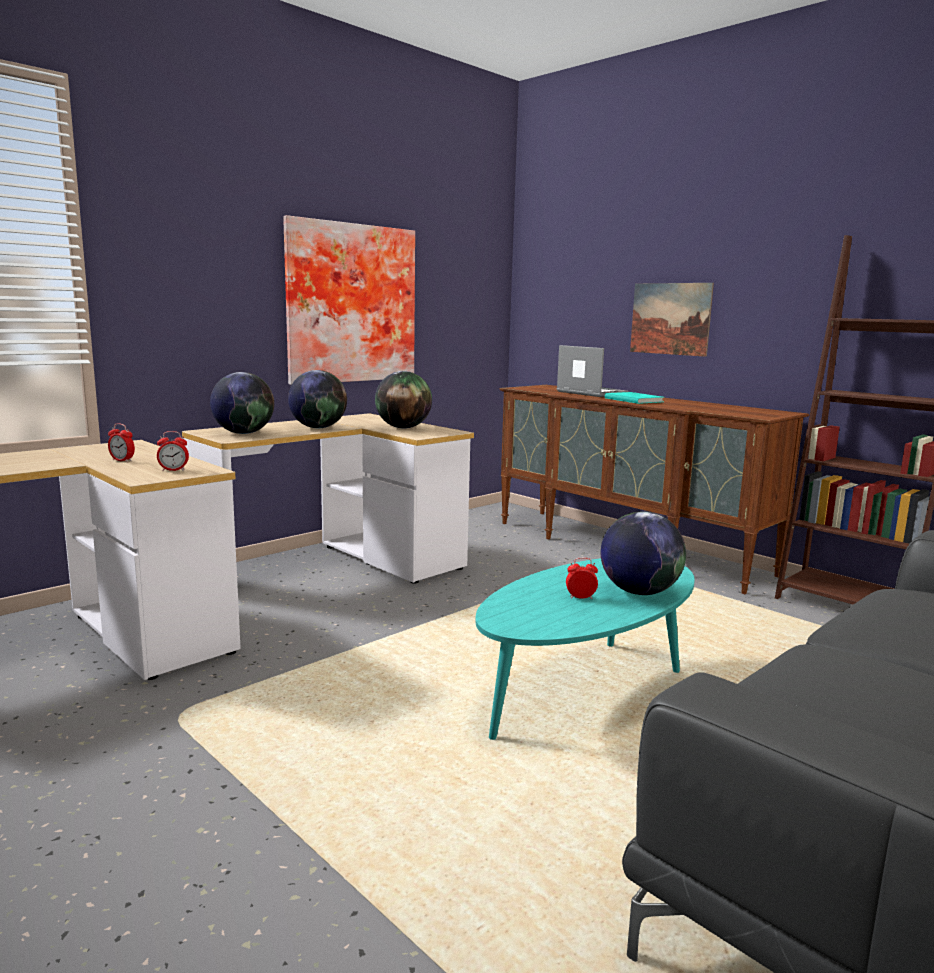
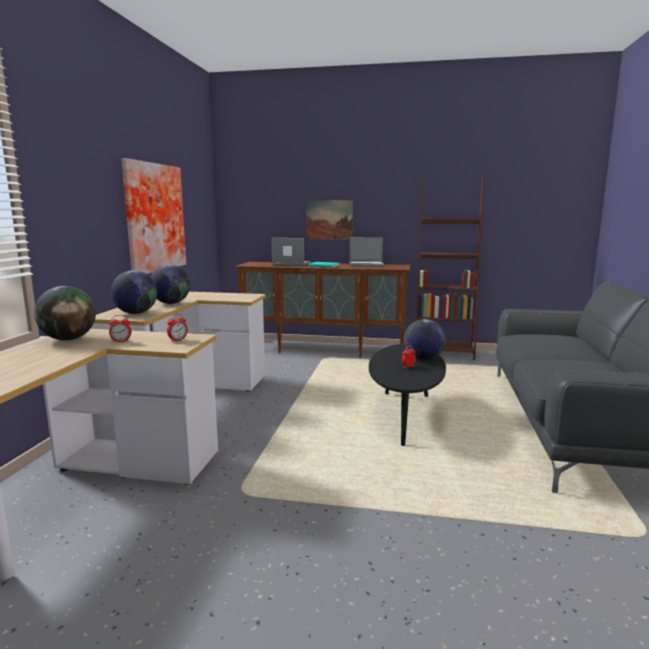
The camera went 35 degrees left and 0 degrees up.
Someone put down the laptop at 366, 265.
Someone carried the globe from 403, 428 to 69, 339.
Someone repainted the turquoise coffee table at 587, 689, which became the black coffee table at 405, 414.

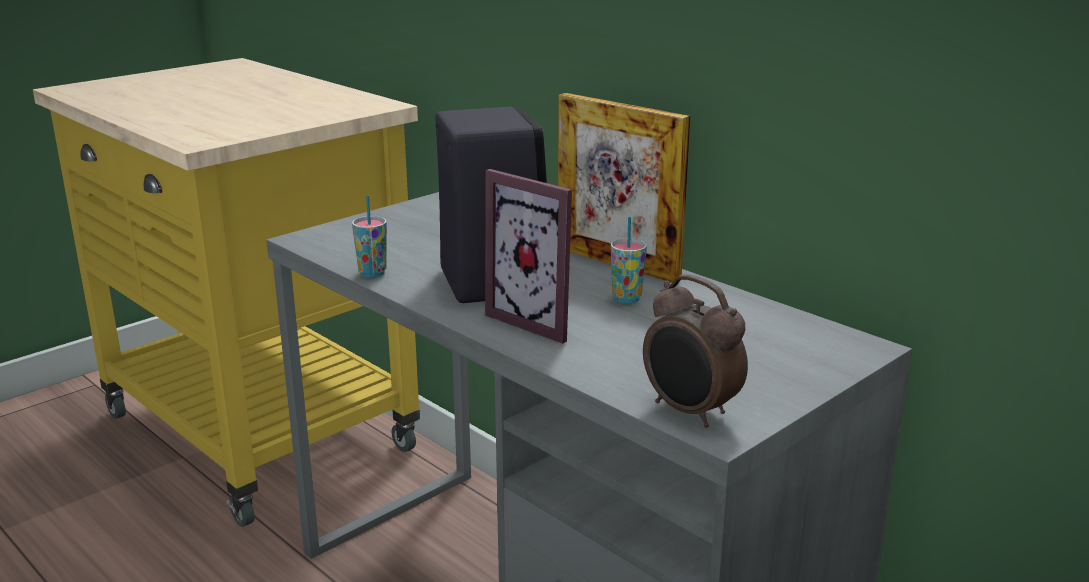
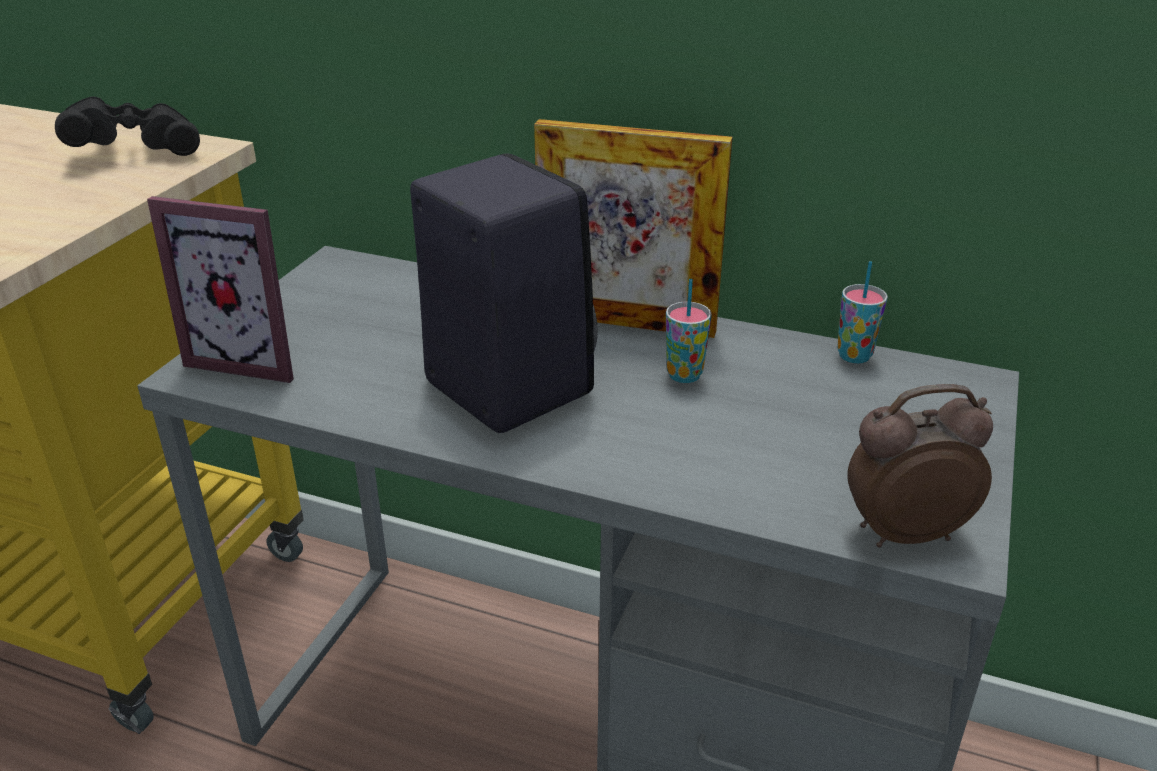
The camera went 25 degrees left and 10 degrees up.
Someone put down the black binoculars at 135, 152.
Someone carried the cup from 372, 273 to 854, 356.
Someone carried the picture frame from 542, 319 to 253, 357.
Someone rotated the alarm clock at 689, 412 by 150 degrees clockwise.

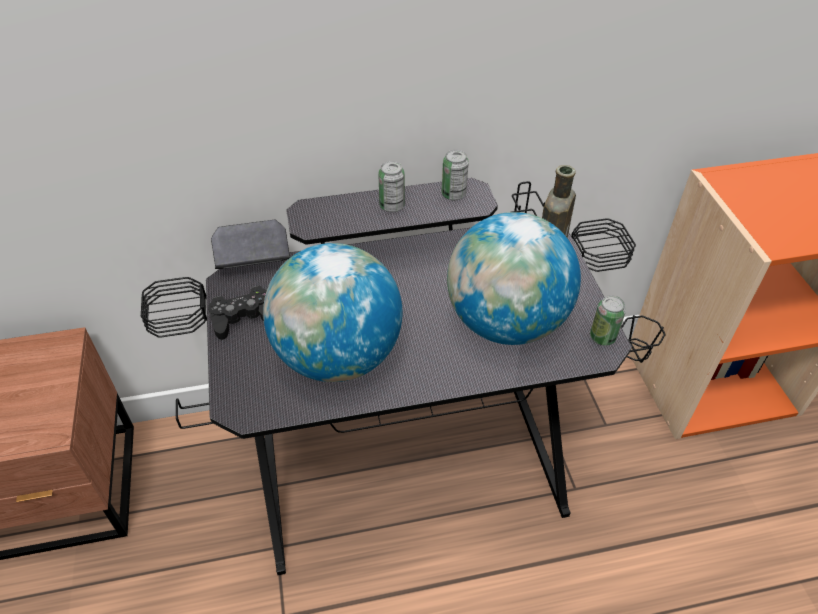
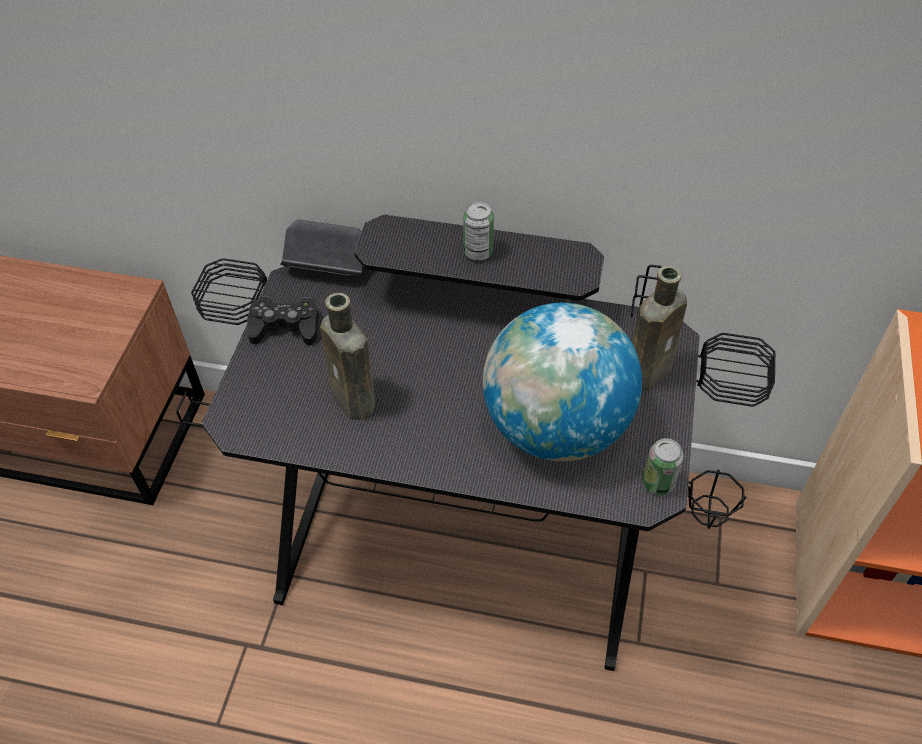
The camera went 25 degrees right and 5 degrees up.
Someone took away the can at 453, 194.
Someone swapped the globe at 338, 356 for the brown bottle at 356, 402.

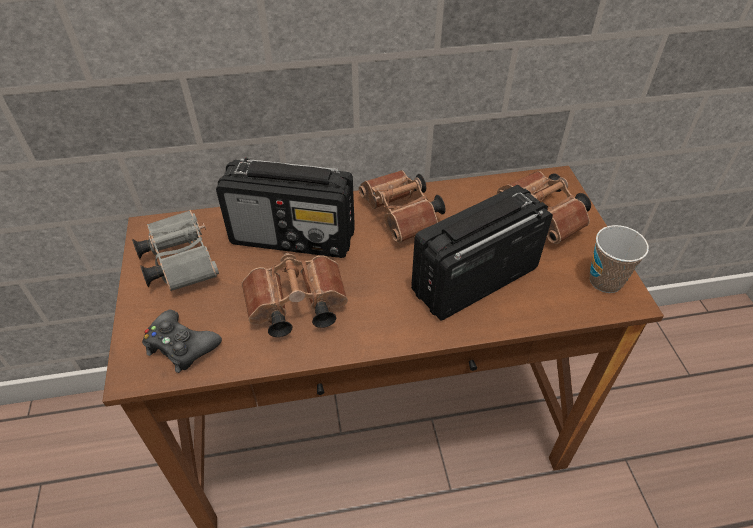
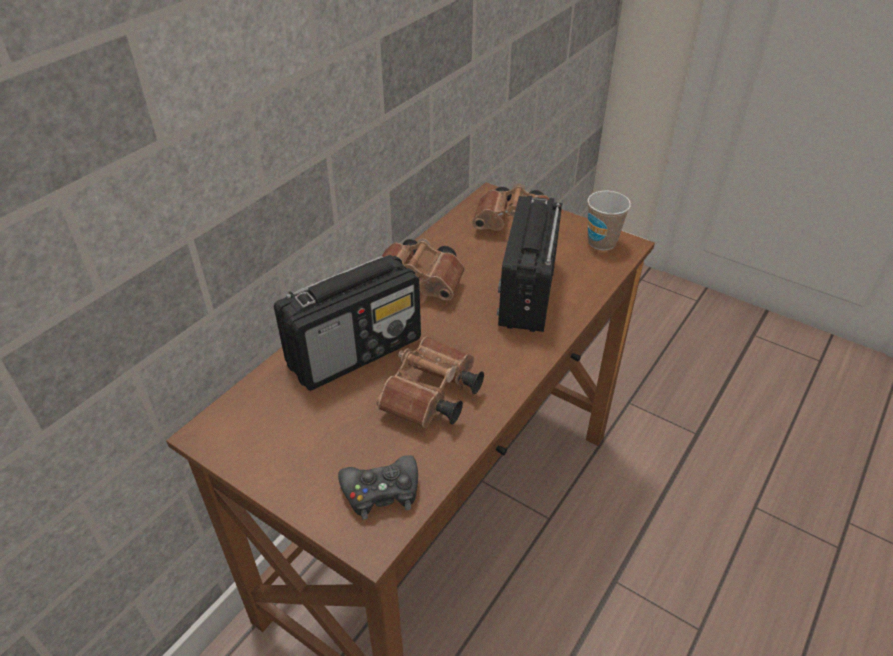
The camera went 45 degrees left and 5 degrees down.
Someone took away the grey binoculars at 180, 261.

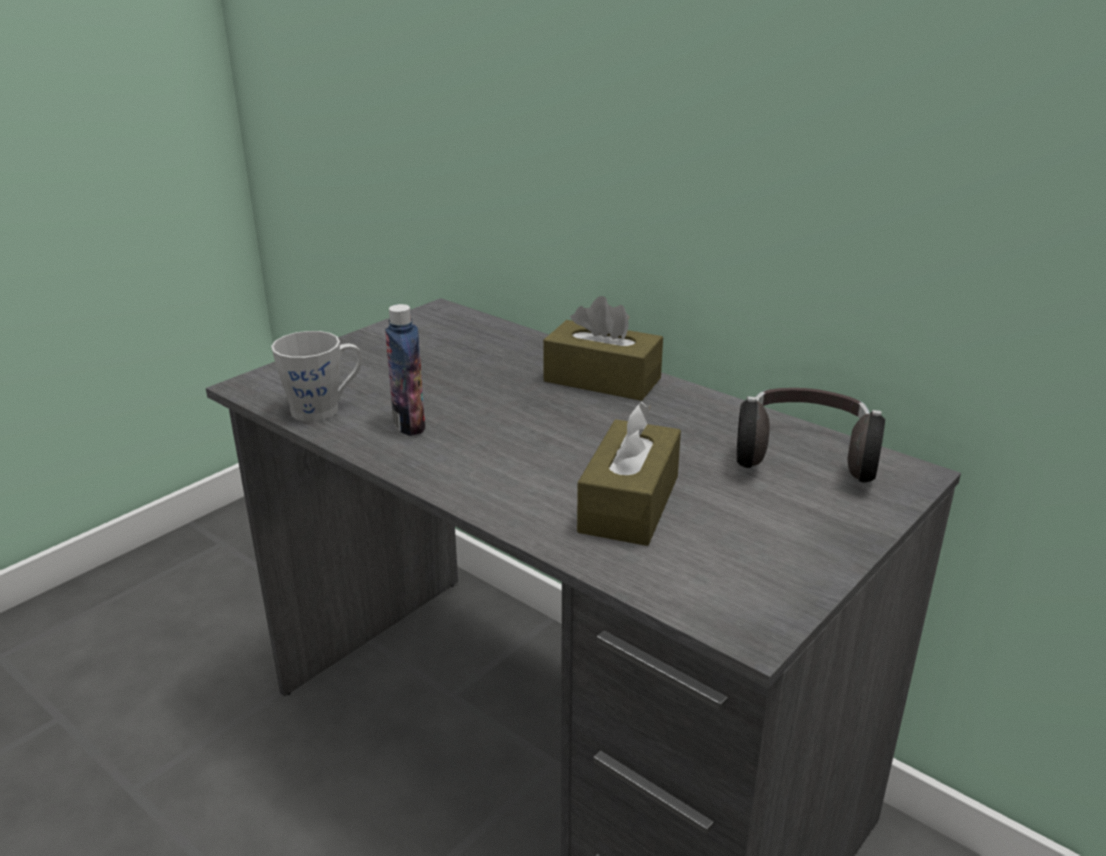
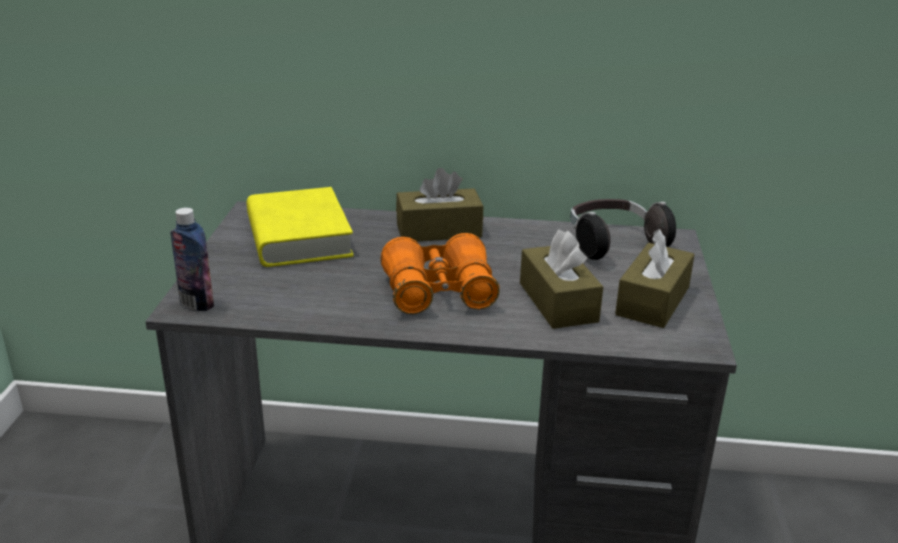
The camera went 35 degrees left and 0 degrees up.
Someone took away the grey mug at 324, 409.
Someone put down the yellow book at 298, 237.
Someone put down the orange binoculars at 439, 292.
Someone put down the brown tissue box at 653, 301.
Someone carried the bottle from 409, 425 to 197, 304.

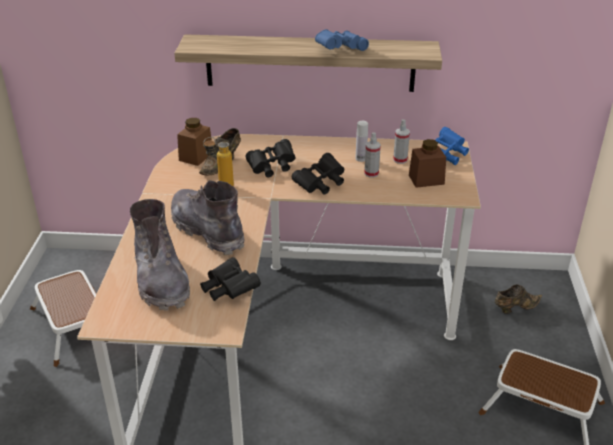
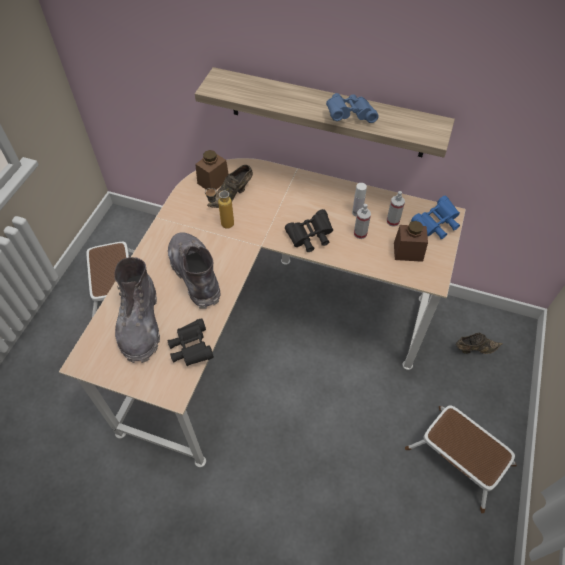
The camera went 15 degrees right and 20 degrees up.
Someone took away the black binoculars at 272, 167.

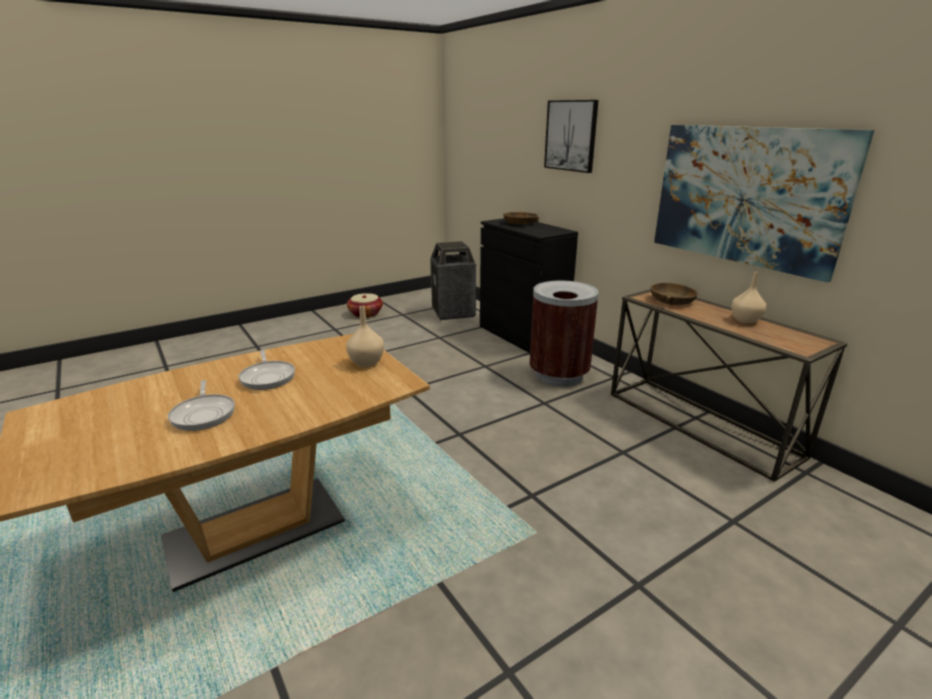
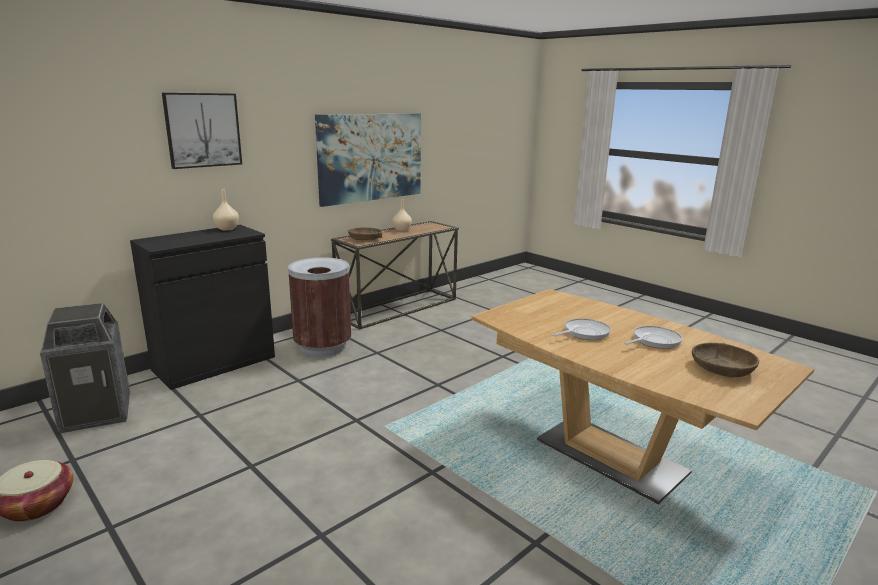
The camera went 100 degrees left and 5 degrees down.
Someone carried the beige vase from 365, 363 to 227, 229.
Someone carried the brown bowl from 520, 223 to 721, 368.

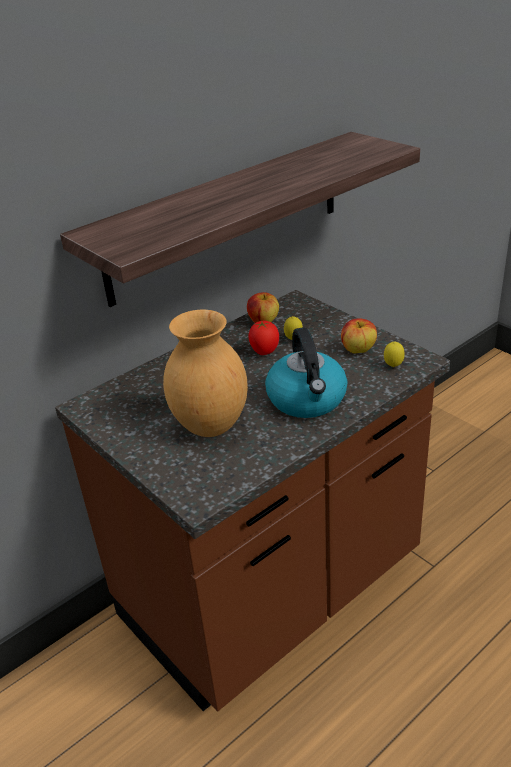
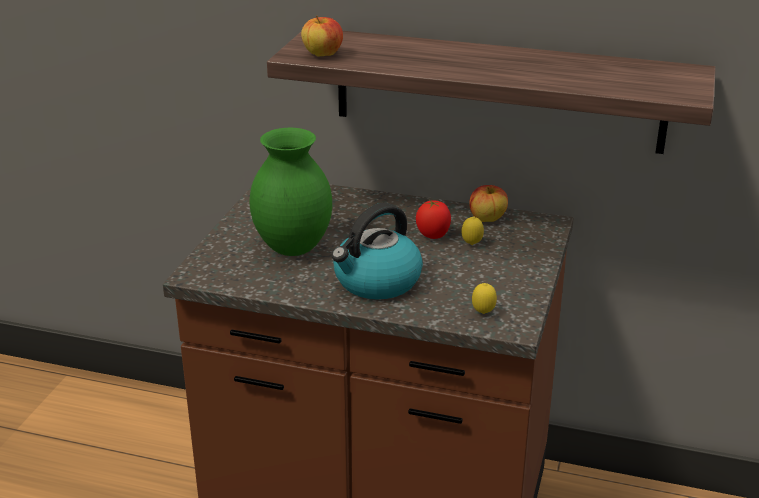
The camera went 55 degrees right and 5 degrees down.
Someone carried the apple from 358, 350 to 322, 55.
Someone repainted the brown vase at 209, 426, which became the green vase at 293, 247.

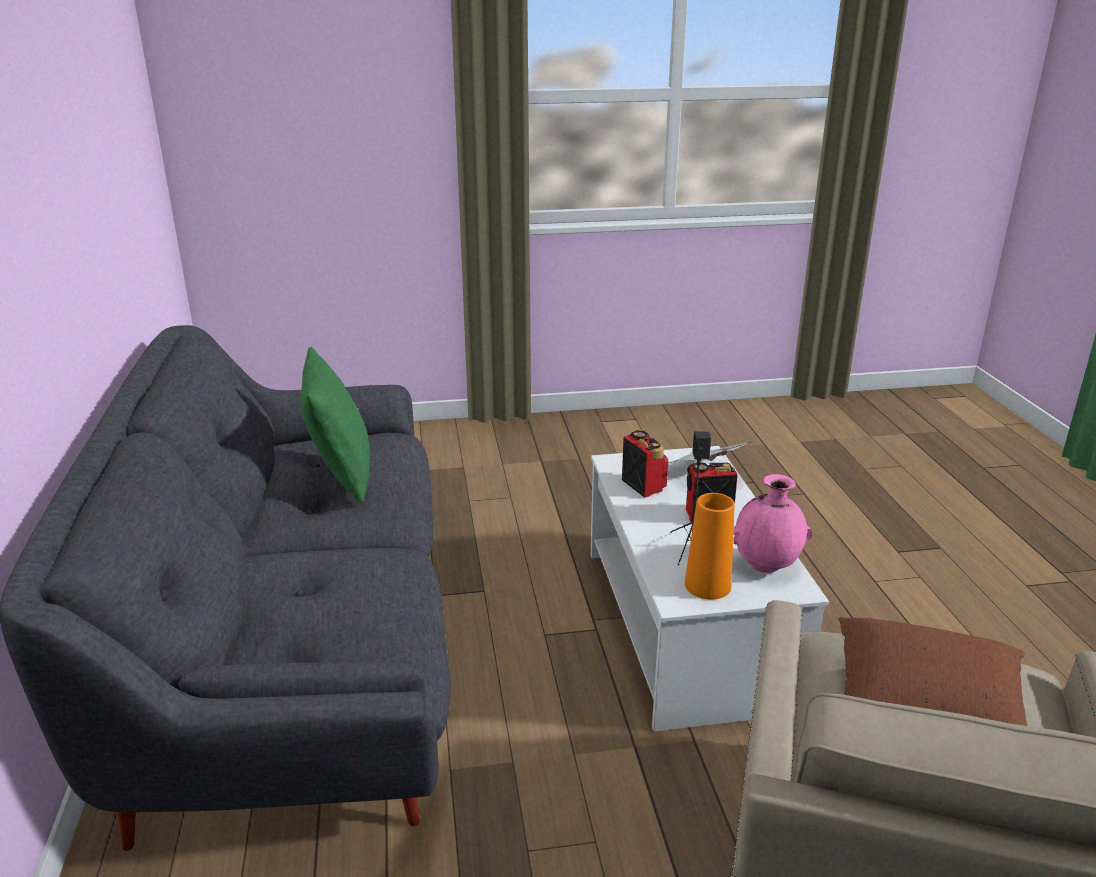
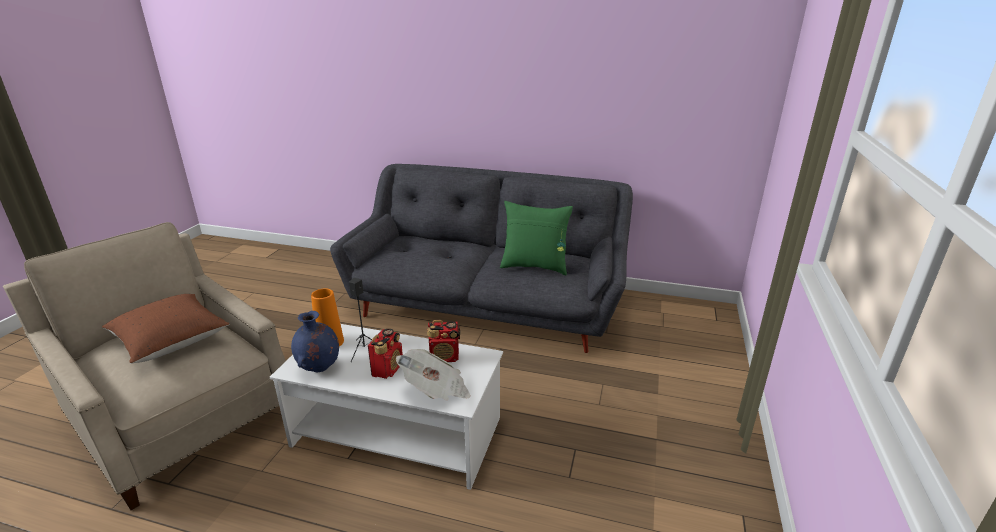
The camera went 115 degrees right and 0 degrees up.
Someone repainted the pink vase at 766, 566, which became the blue vase at 319, 368.

